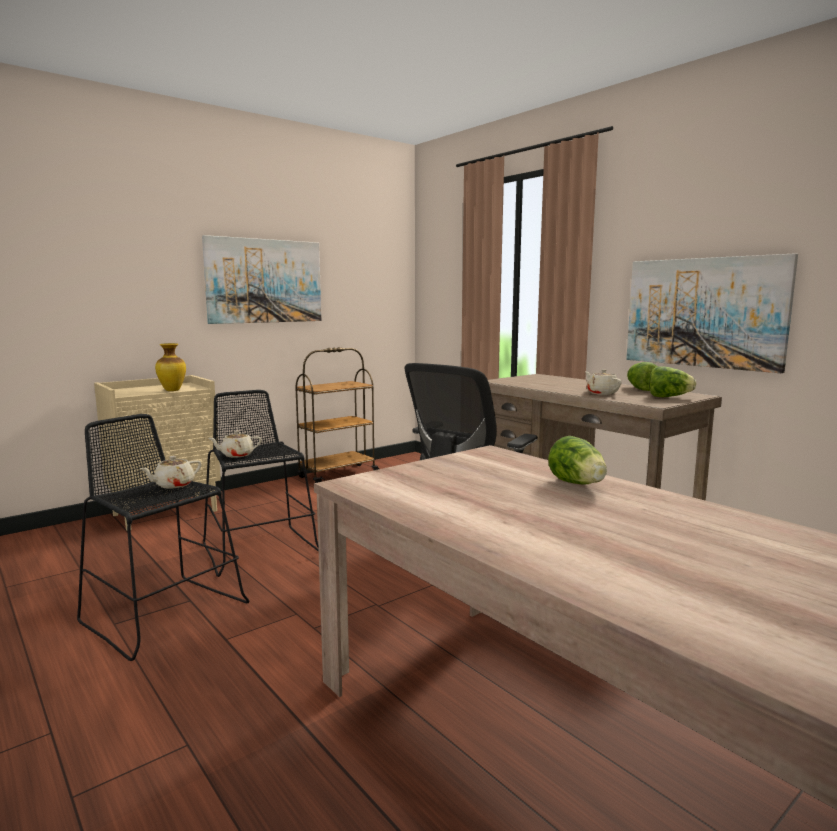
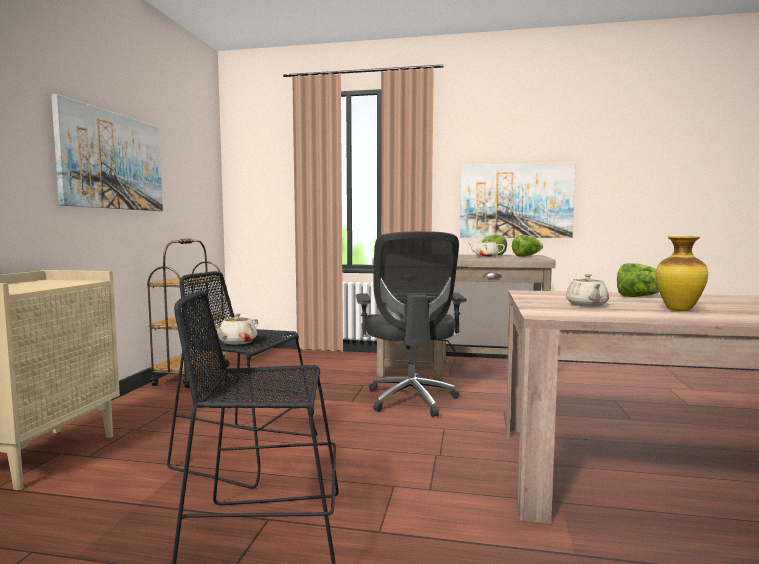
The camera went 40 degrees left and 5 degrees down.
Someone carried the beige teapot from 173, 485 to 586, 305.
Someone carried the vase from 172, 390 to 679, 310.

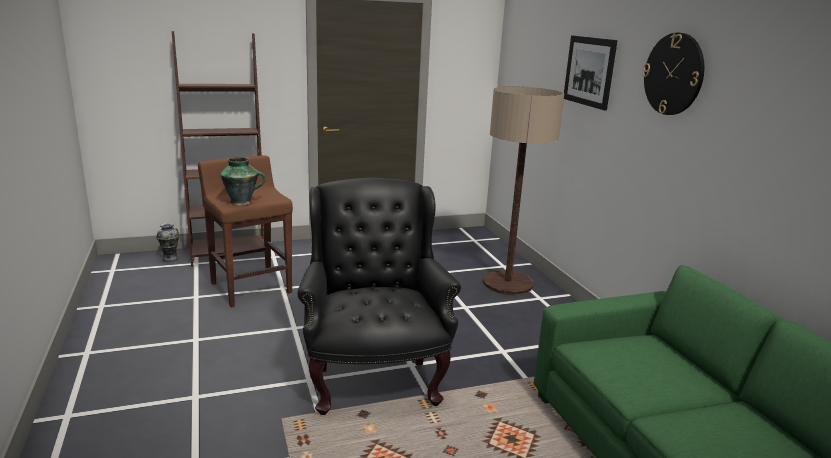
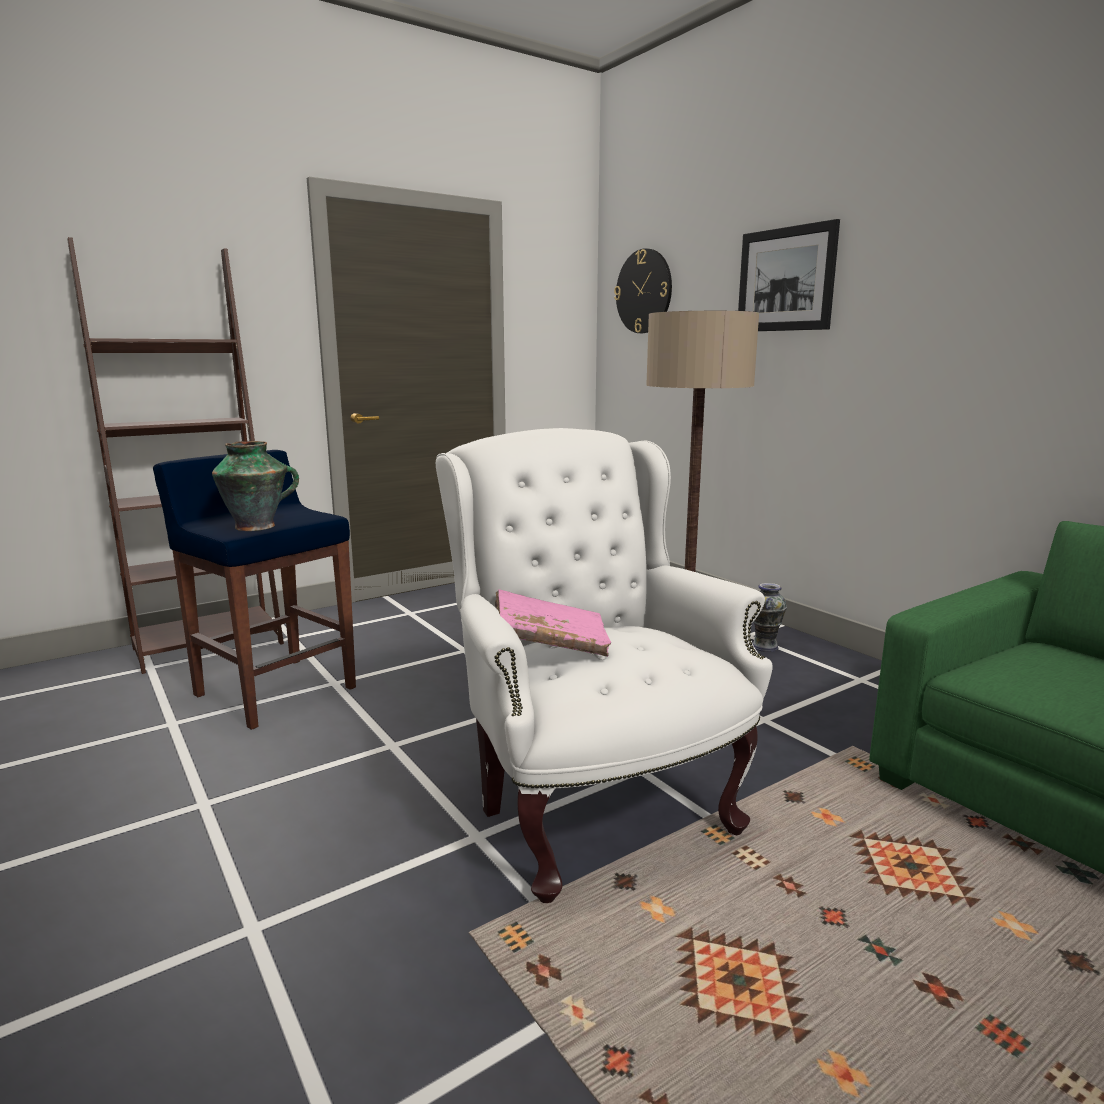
The camera went 15 degrees left and 5 degrees down.
Someone put down the pink book at 550, 643.
Someone carried the vase from 170, 259 to 765, 647.
Someone carried the wall clock from 673, 74 to 644, 291.
Someone repainted the brown stool at 250, 287, which became the blue stool at 274, 691.
Someone repainted the black armchair at 373, 377, which became the white armchair at 592, 806.

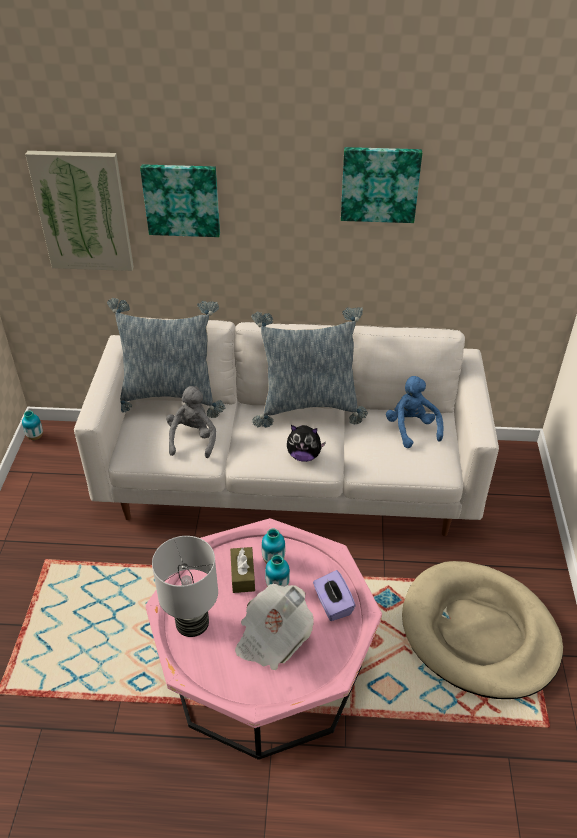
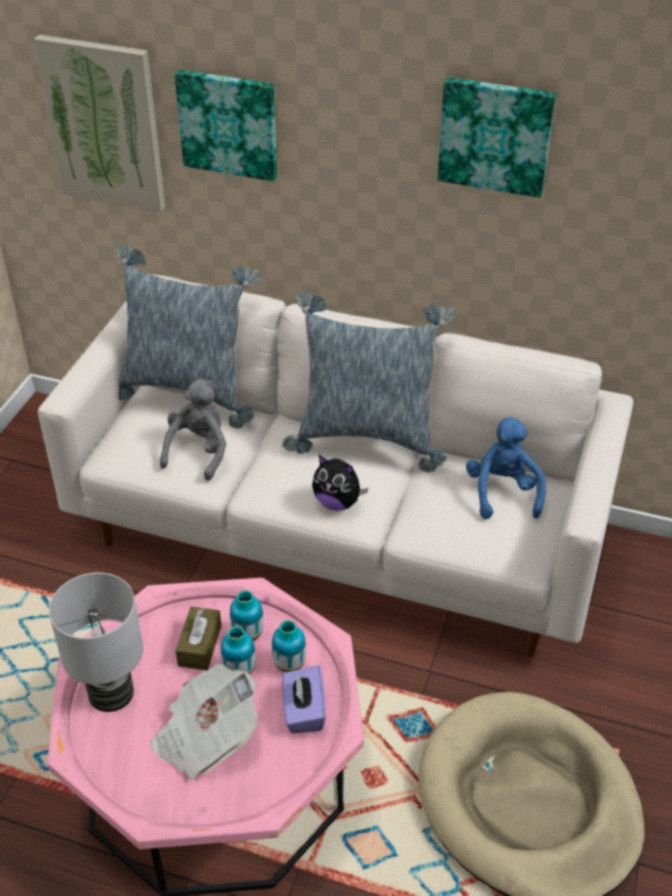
The camera went 15 degrees right and 0 degrees up.
Someone carried the vase from 35, 437 to 289, 664.

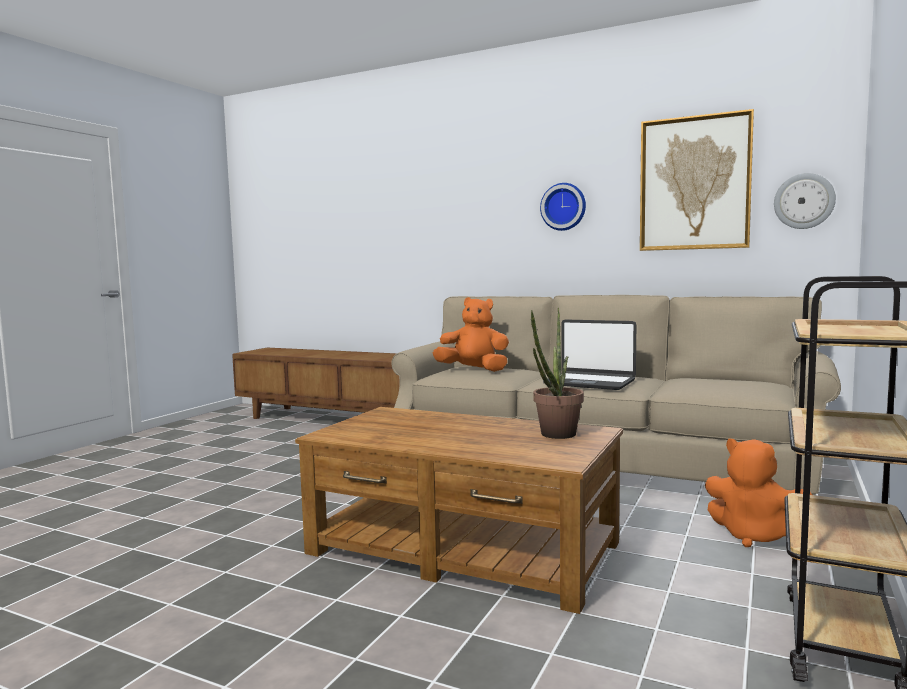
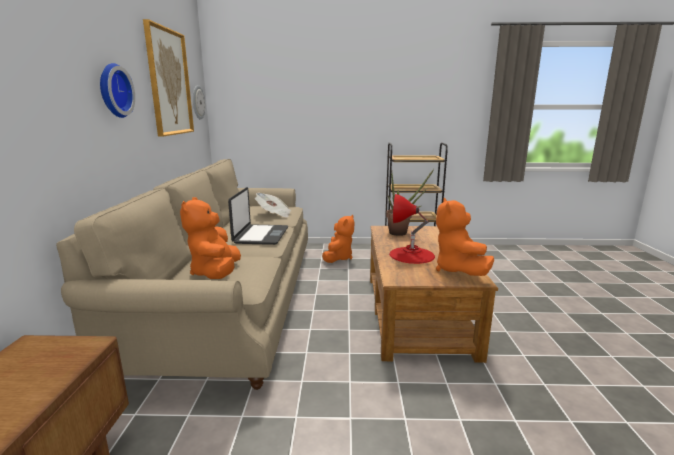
The camera went 115 degrees left and 10 degrees up.
Someone put down the newspaper at 274, 214.
Someone put down the red table lamp at 411, 255.
Someone put down the orange plush toy at 458, 270.

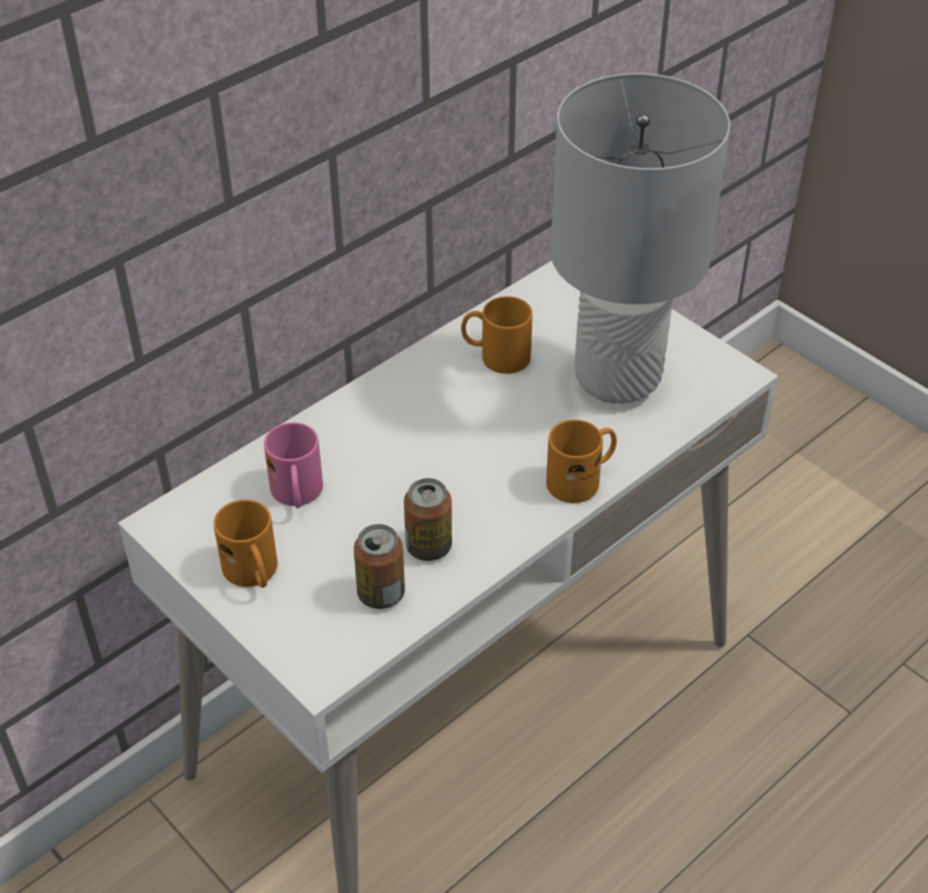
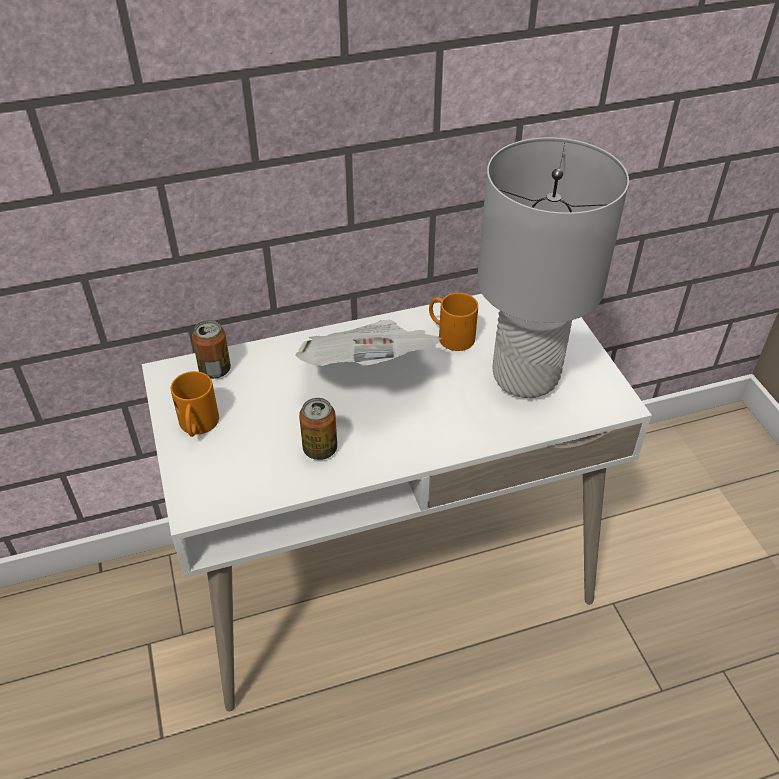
The camera went 25 degrees right and 0 degrees up.
Someone took away the pink mug at 298, 495.
Someone took away the orange mug at 581, 478.
Someone put down the newspaper at 369, 371.
Someone carried the can from 381, 593 to 215, 370.

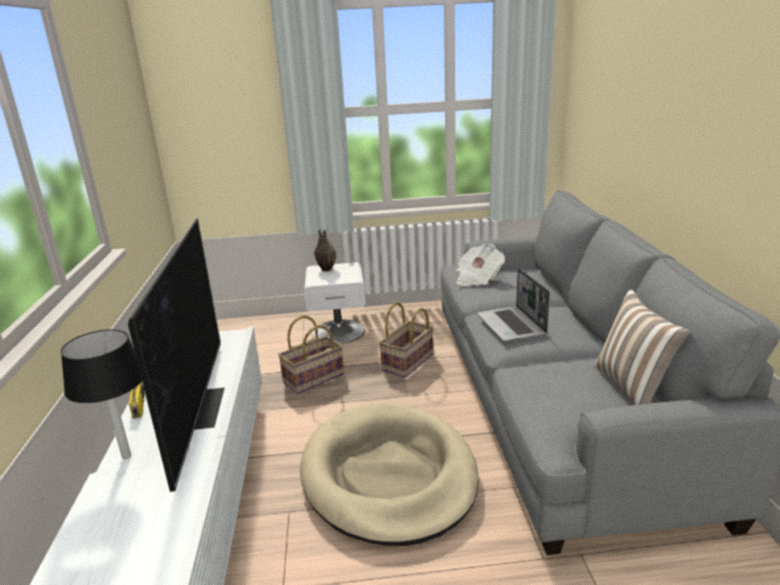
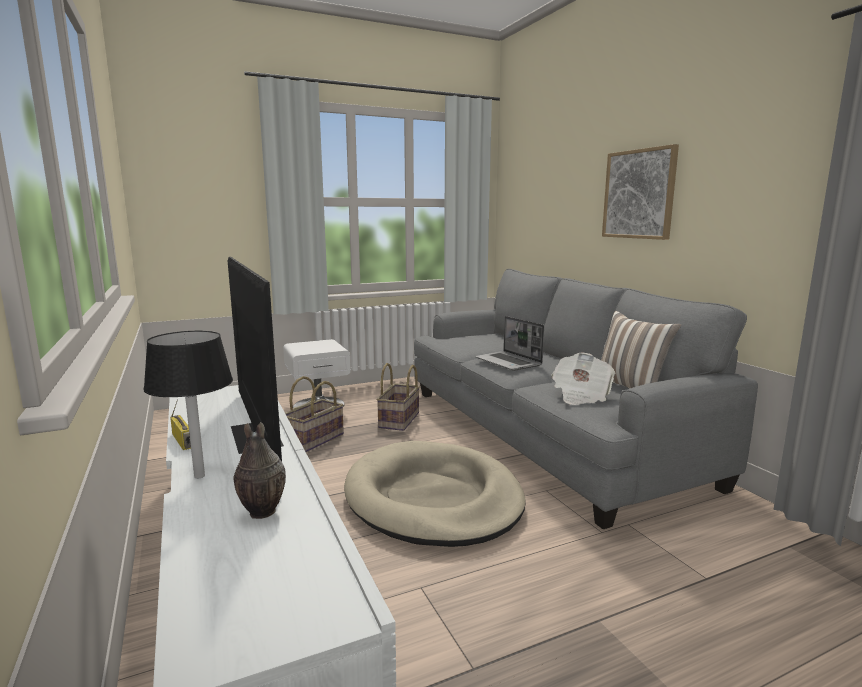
The camera went 20 degrees left and 10 degrees down.
Someone put up the picture at 639, 194.
Someone carried the vase from 326, 269 to 261, 513.
Someone carried the newspaper from 477, 278 to 580, 395.

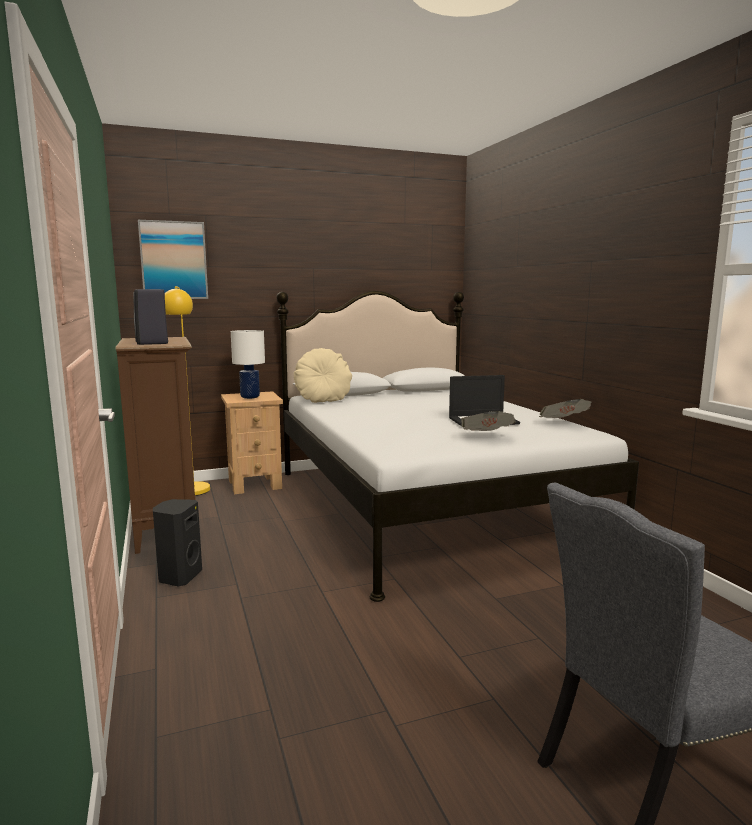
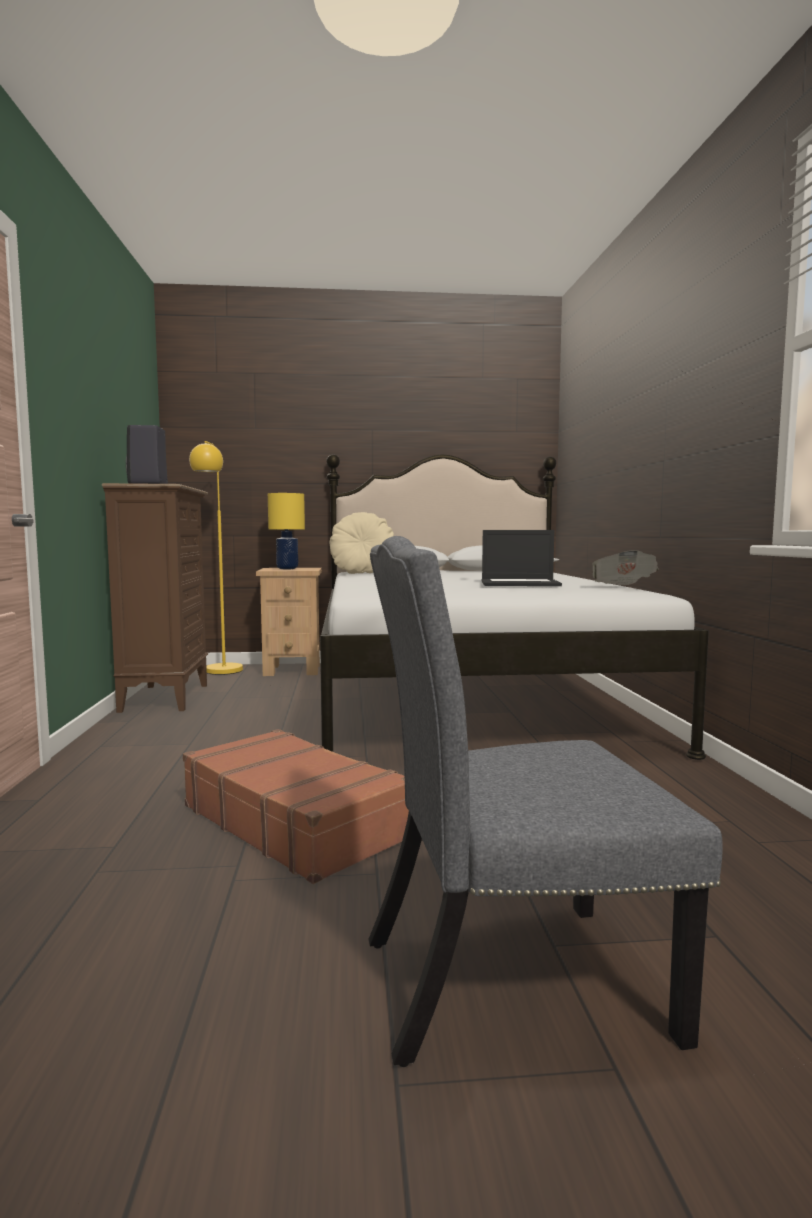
The camera went 15 degrees right and 5 degrees down.
Someone took away the picture at 173, 260.
Someone took away the black speaker at 179, 577.
Someone took away the newspaper at 487, 437.
Someone put down the brown suitcase at 294, 821.
Someone repainted the white table lamp at 250, 398, which became the yellow table lamp at 287, 569.

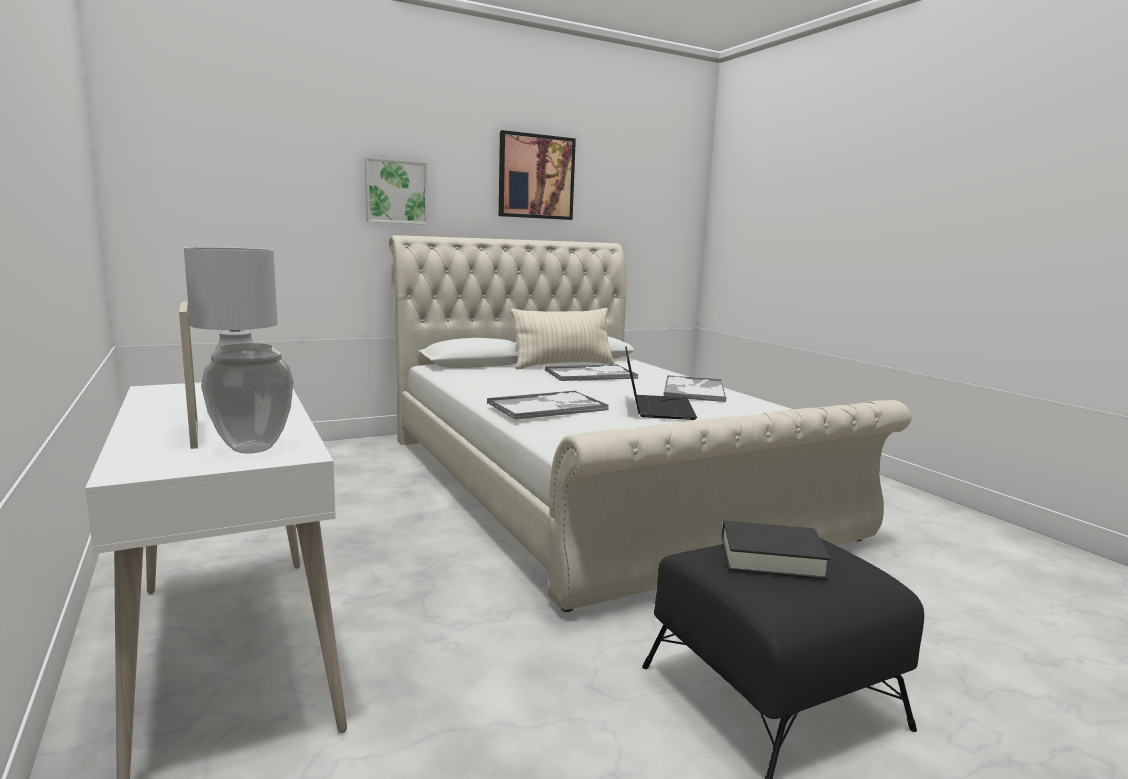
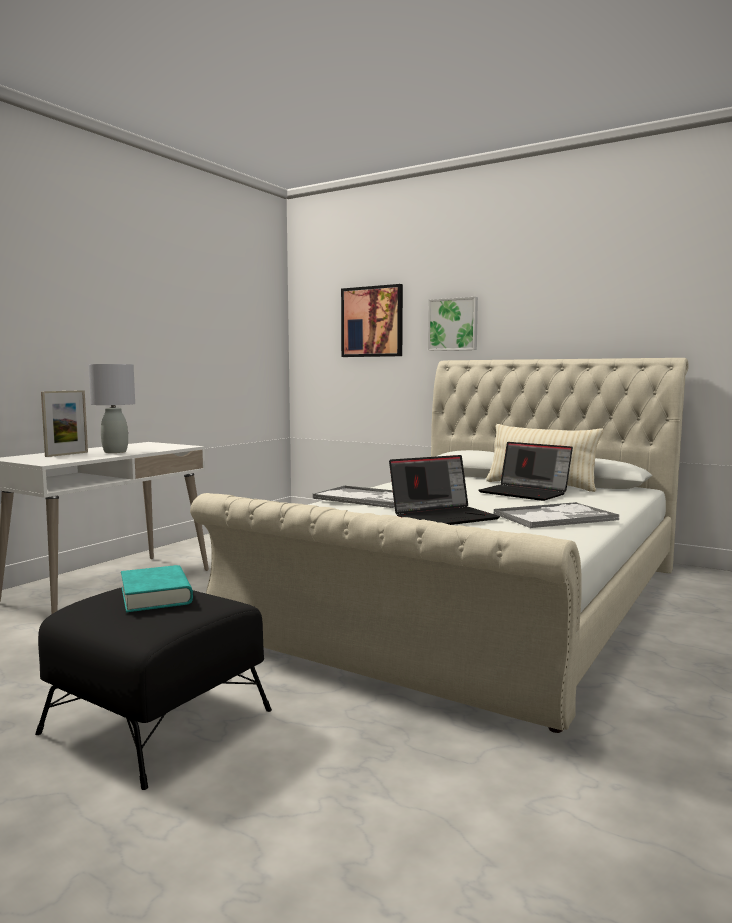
The camera went 60 degrees right and 5 degrees down.
Someone took away the vase at 251, 448.
Someone carried the picture from 536, 177 to 372, 322.
Someone swapped the tray at 591, 374 for the laptop at 525, 493.
Someone repainted the black book at 771, 558, which became the turquoise book at 156, 596.

